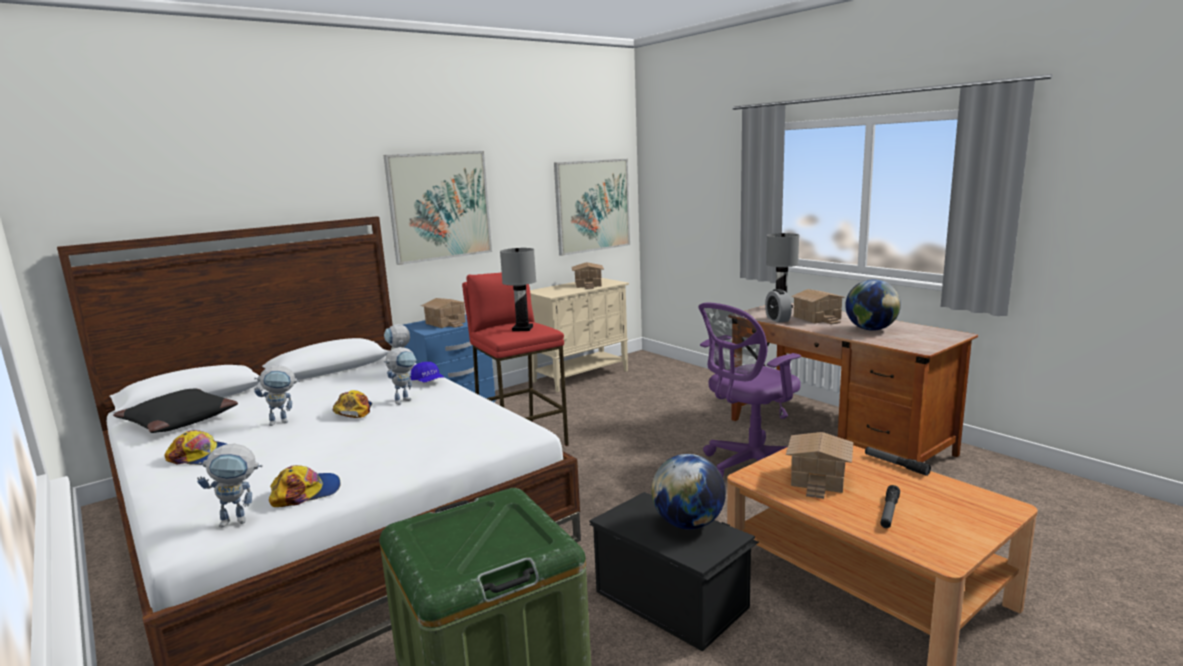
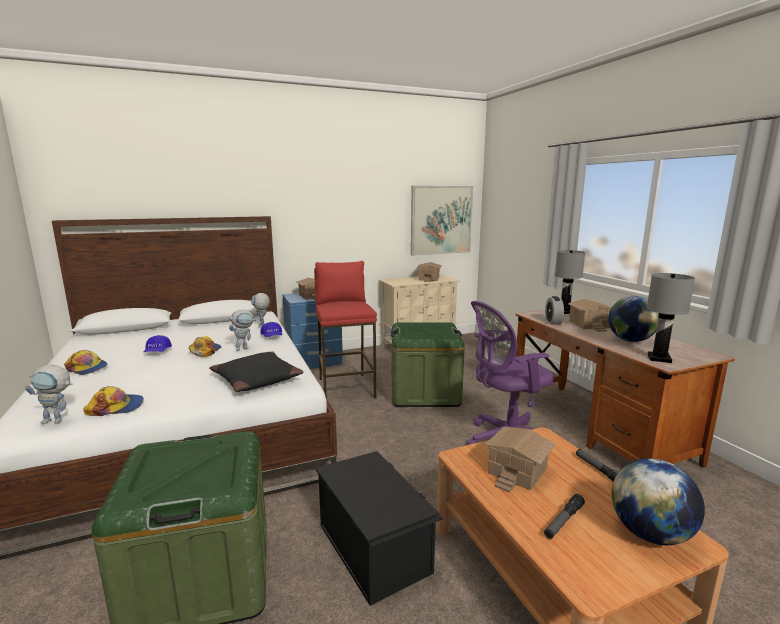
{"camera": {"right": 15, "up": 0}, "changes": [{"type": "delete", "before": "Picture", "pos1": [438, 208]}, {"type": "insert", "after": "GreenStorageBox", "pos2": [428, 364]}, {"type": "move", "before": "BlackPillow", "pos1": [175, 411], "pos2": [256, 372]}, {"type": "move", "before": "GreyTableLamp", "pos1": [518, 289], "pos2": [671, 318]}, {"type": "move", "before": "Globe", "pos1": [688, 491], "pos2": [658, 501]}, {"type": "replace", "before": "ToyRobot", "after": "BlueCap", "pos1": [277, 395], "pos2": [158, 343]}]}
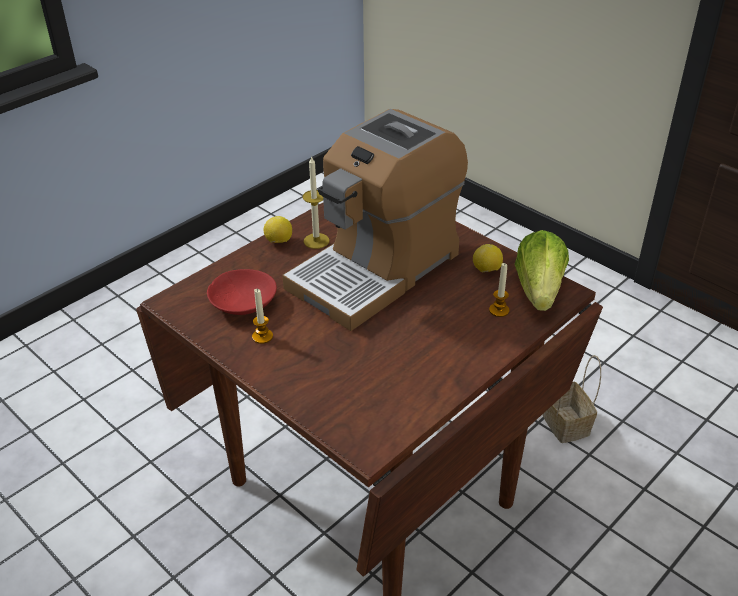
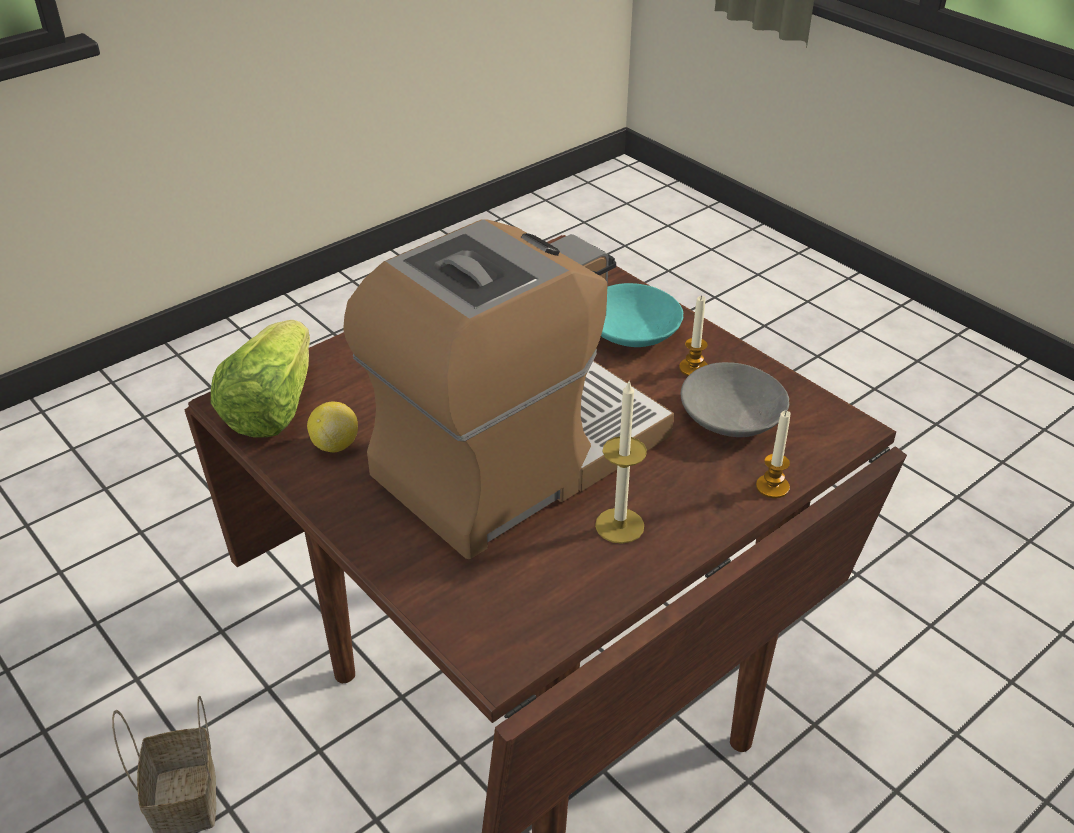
{"camera": {"right": -175, "up": 0}, "changes": [{"type": "delete", "before": "Lemon", "pos1": [278, 229]}, {"type": "insert", "after": "TurquoiseBowl", "pos2": [642, 315]}, {"type": "move", "before": "Candle", "pos1": [499, 290], "pos2": [773, 454]}, {"type": "recolor", "before": "RedBowl", "after": "GreyBowl", "pos1": [242, 292], "pos2": [735, 399]}]}
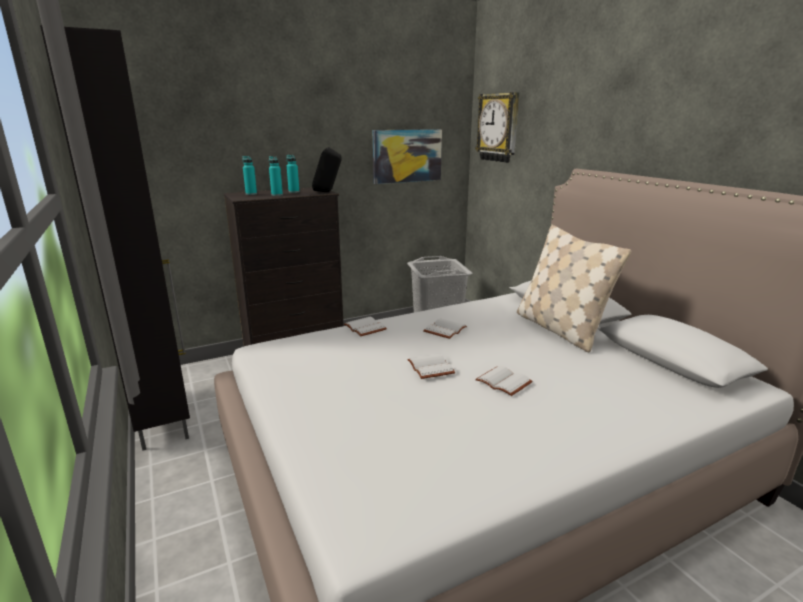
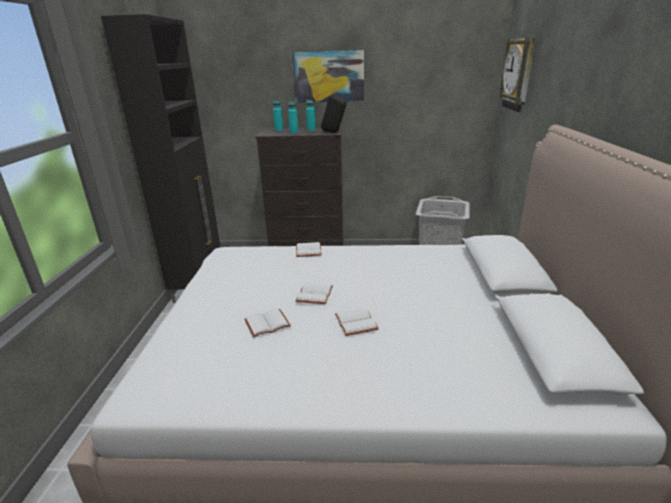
{"camera": {"right": 30, "up": 5}, "changes": [{"type": "delete", "before": "BeigePillow", "pos1": [574, 288]}, {"type": "move", "before": "Picture", "pos1": [407, 156], "pos2": [328, 76]}, {"type": "move", "before": "WhiteBook", "pos1": [445, 328], "pos2": [267, 322]}]}
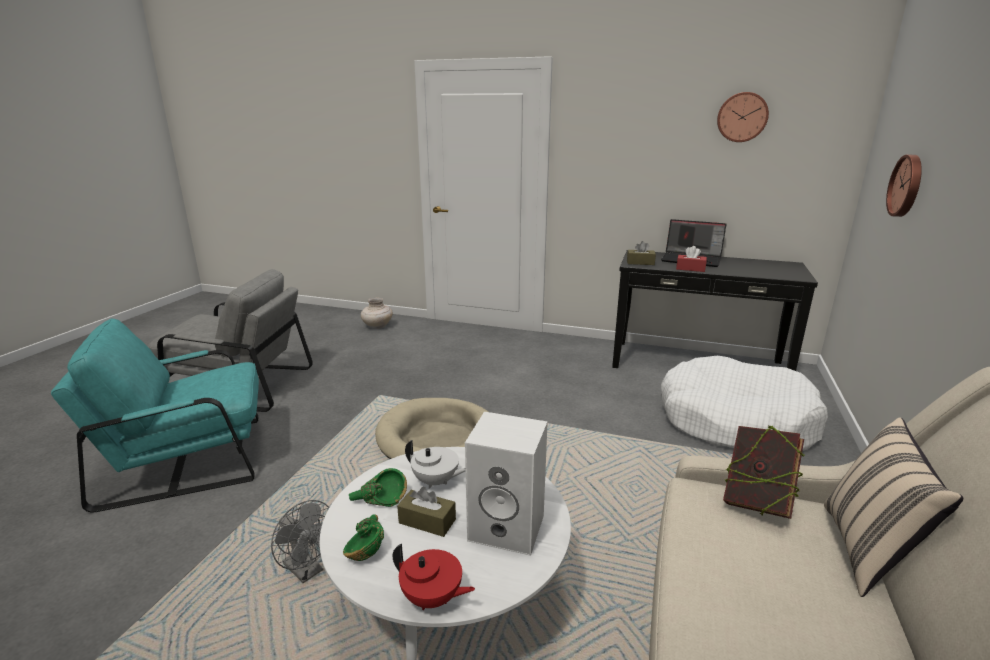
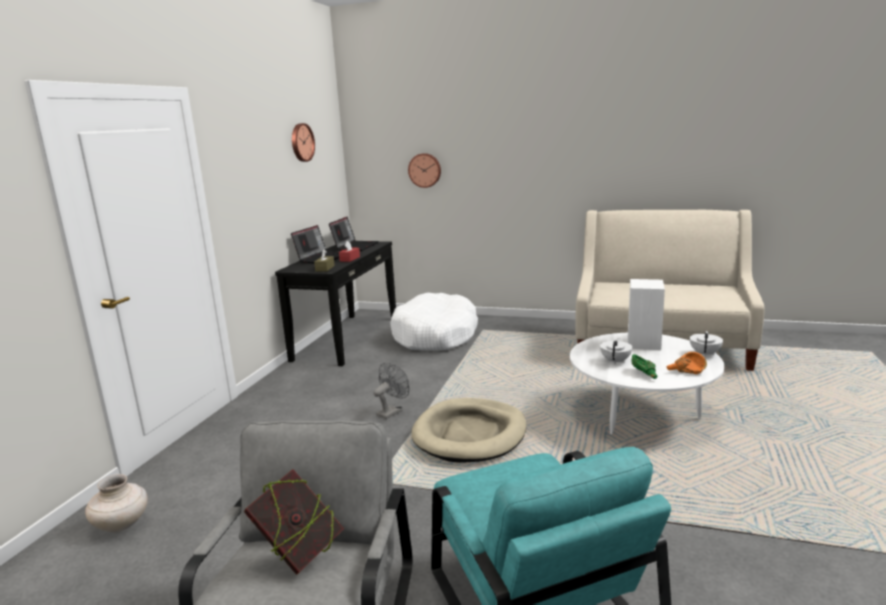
{"camera": {"right": -90, "up": -5}, "changes": [{"type": "delete", "before": "BrownTissueBox", "pos1": [426, 512]}, {"type": "delete", "before": "BeigePillow", "pos1": [893, 507]}, {"type": "insert", "after": "Laptop", "pos2": [354, 234]}, {"type": "move", "before": "GreyFan", "pos1": [300, 541], "pos2": [391, 391]}, {"type": "move", "before": "Book", "pos1": [764, 472], "pos2": [294, 522]}, {"type": "recolor", "before": "GreenBowl", "after": "OrangeBowl", "pos1": [363, 537], "pos2": [687, 363]}, {"type": "recolor", "before": "RedTeapot", "after": "WhiteTeapot", "pos1": [433, 577], "pos2": [706, 344]}]}
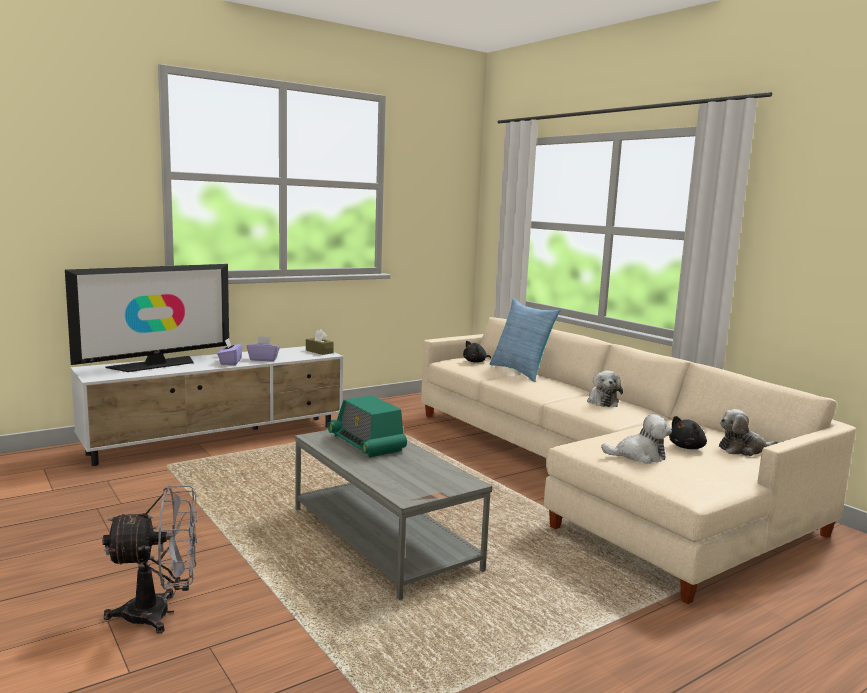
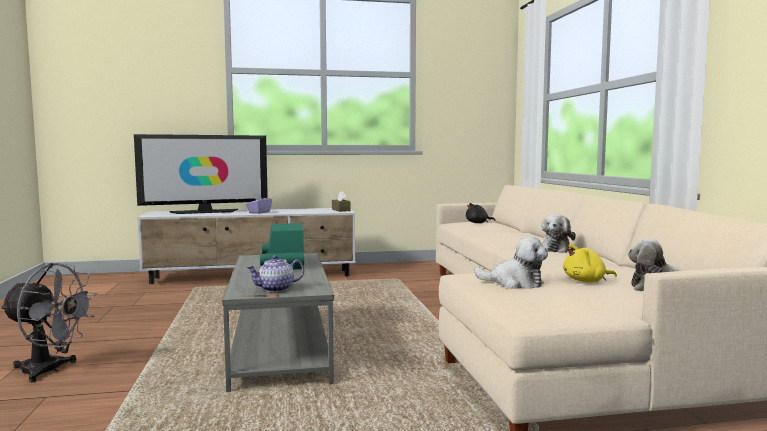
{"camera": {"right": 25, "up": -5}, "changes": [{"type": "delete", "before": "PurpleTissueBox", "pos1": [263, 348]}, {"type": "delete", "before": "Pillow", "pos1": [525, 340]}, {"type": "insert", "after": "Teapot", "pos2": [275, 273]}, {"type": "recolor", "before": "BlackPlushToy", "after": "YellowPlushToy", "pos1": [688, 432], "pos2": [590, 263]}]}
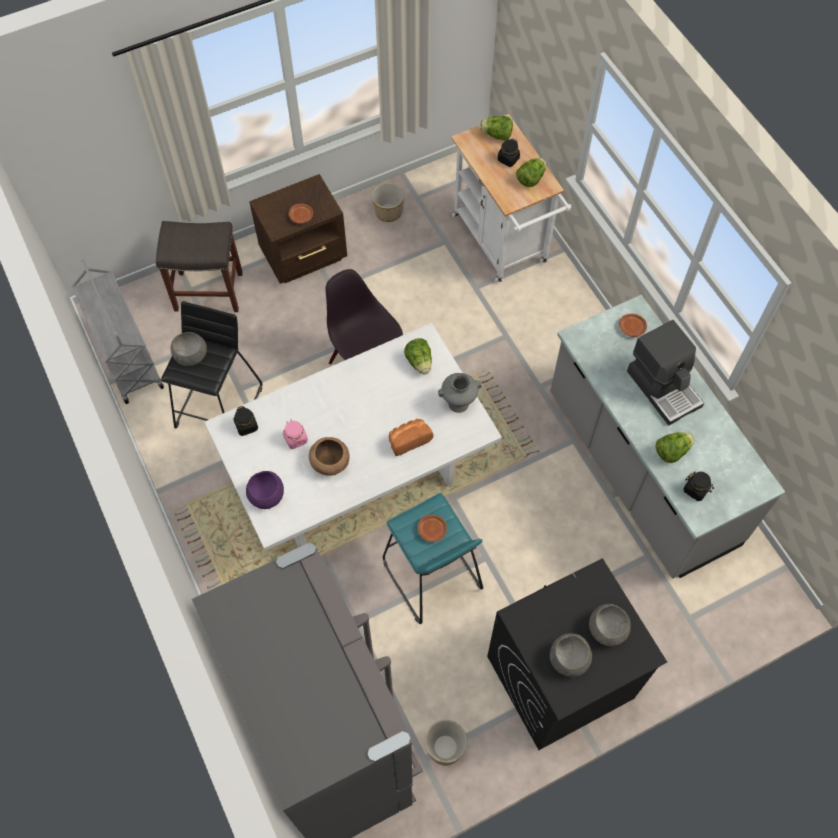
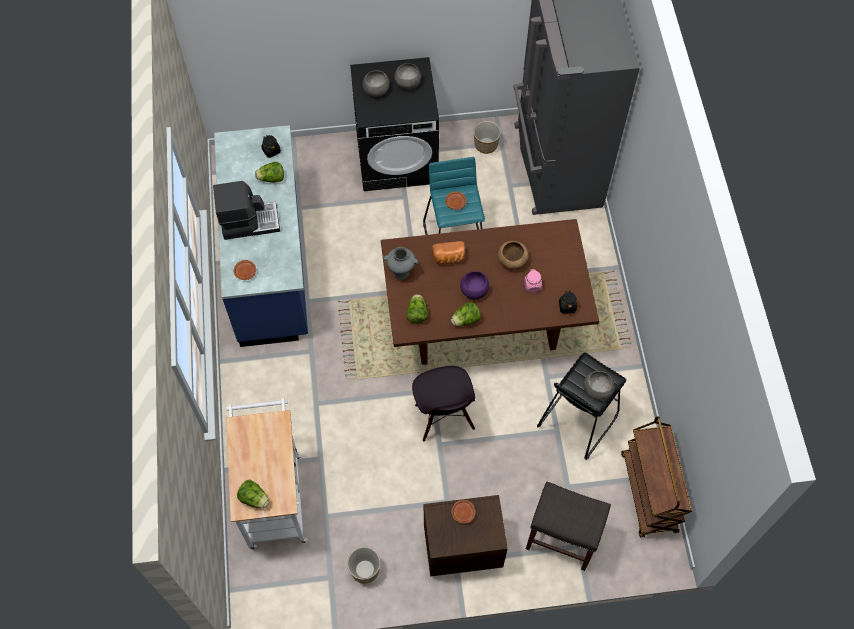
{"camera": {"right": -160, "up": 0}, "changes": [{"type": "delete", "before": "BlackJar", "pos1": [509, 153]}, {"type": "move", "before": "PurpleBowl", "pos1": [265, 490], "pos2": [474, 285]}, {"type": "move", "before": "Lettuce", "pos1": [531, 172], "pos2": [466, 314]}, {"type": "recolor", "before": "GreyCart", "after": "BrownCart", "pos1": [118, 332], "pos2": [656, 476]}, {"type": "recolor", "before": "WhiteDiningTable", "after": "BrownDiningTable", "pos1": [353, 437], "pos2": [490, 292]}, {"type": "recolor", "before": "GreyCounter", "after": "BlueCounter", "pos1": [667, 437], "pos2": [261, 236]}, {"type": "rotate", "before": "CoffeeMachine", "pos1": [665, 372], "pos2": [246, 210], "turn": 90}]}
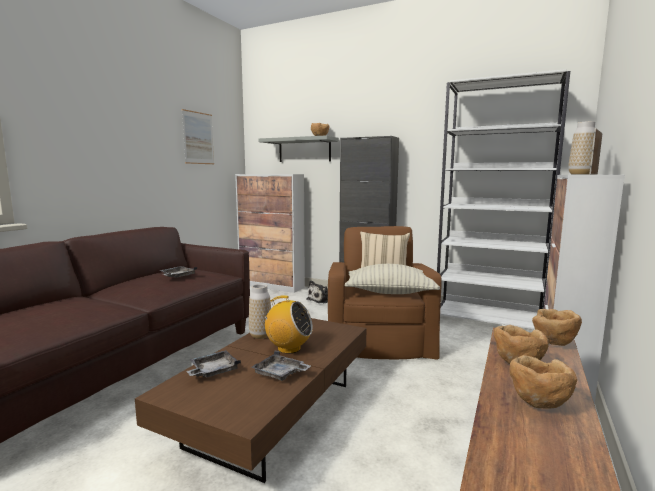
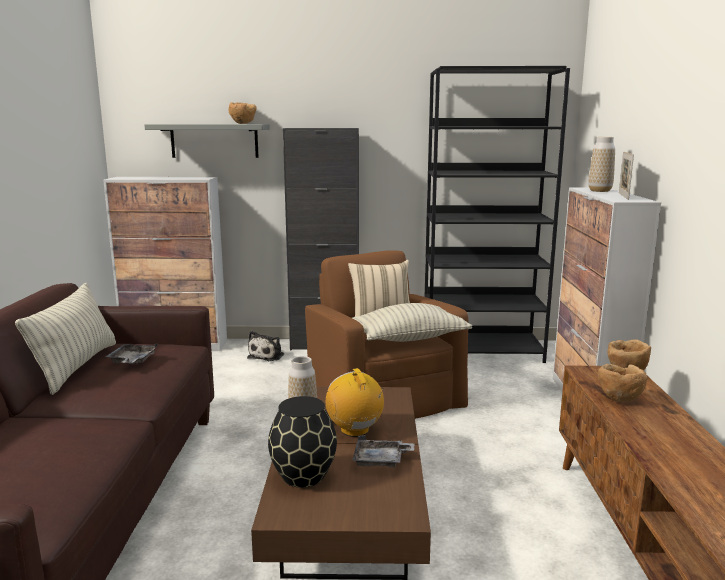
{"camera": {"right": -25, "up": 5}, "changes": [{"type": "delete", "before": "Picture", "pos1": [198, 136]}, {"type": "delete", "before": "BrownBowl", "pos1": [543, 382]}, {"type": "insert", "after": "Pillow", "pos2": [65, 339]}, {"type": "replace", "before": "GreyTray", "after": "BlackVase", "pos1": [213, 364], "pos2": [302, 442]}, {"type": "recolor", "before": "WhiteBookcase", "after": "BlackBookcase", "pos1": [503, 199], "pos2": [497, 214]}, {"type": "rotate", "before": "Radio", "pos1": [287, 324], "pos2": [355, 402], "turn": -105}]}
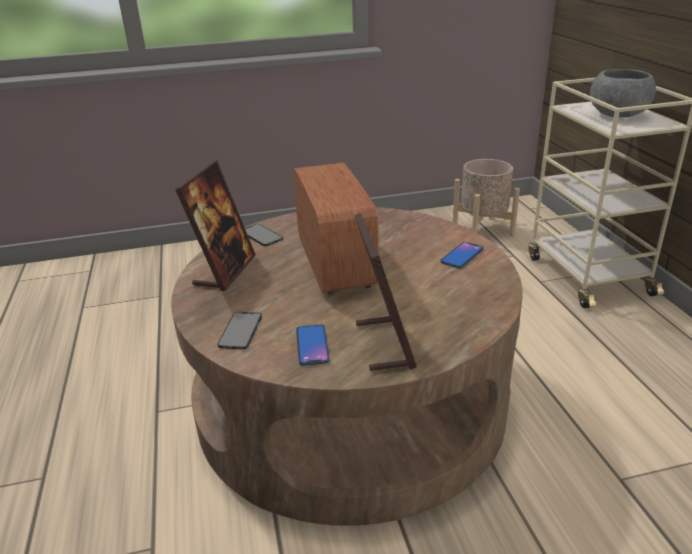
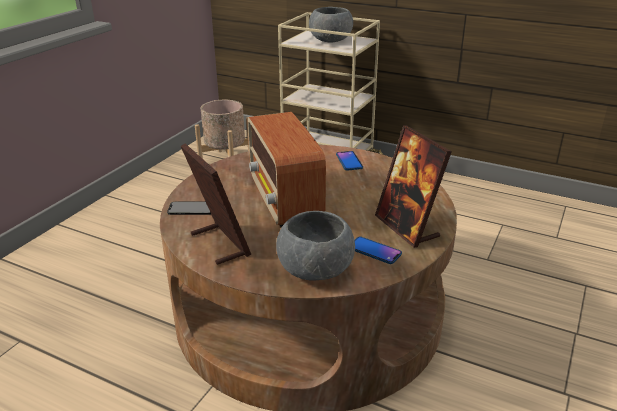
{"camera": {"right": -50, "up": 0}, "changes": [{"type": "replace", "before": "Phone", "after": "GreyBowl", "pos1": [240, 331], "pos2": [315, 246]}, {"type": "rotate", "before": "Radio", "pos1": [335, 228], "pos2": [287, 169], "turn": -135}, {"type": "rotate", "before": "PictureFrame", "pos1": [385, 292], "pos2": [413, 186], "turn": -150}]}
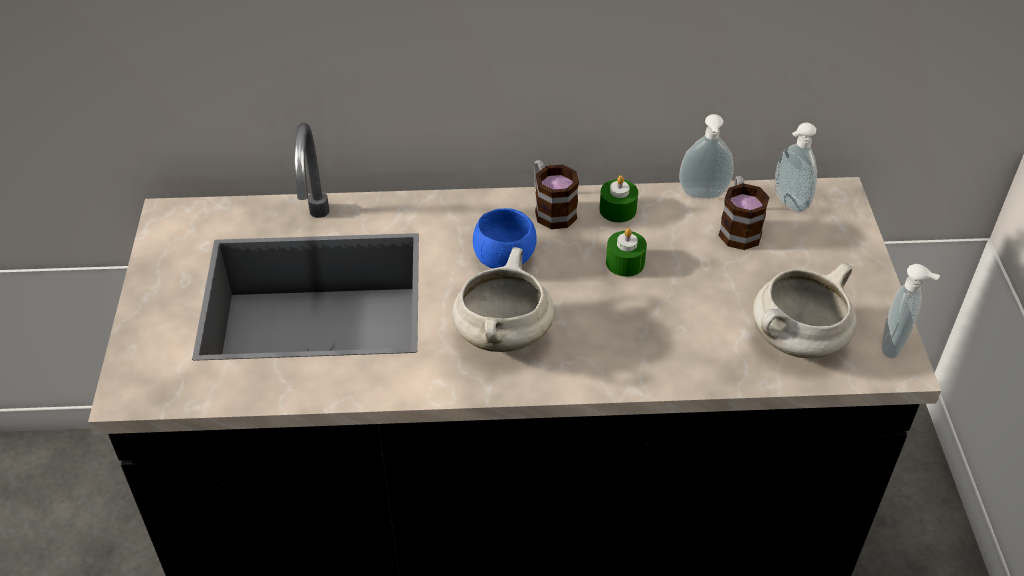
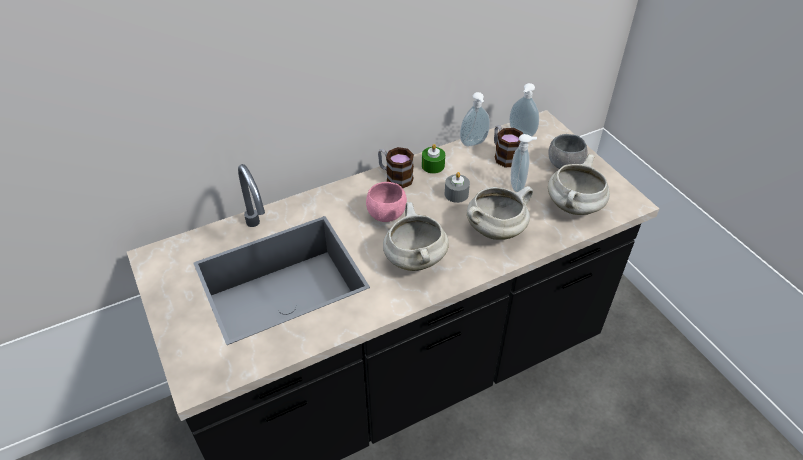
{"camera": {"right": -25, "up": 0}, "changes": [{"type": "insert", "after": "WhiteCookingPot", "pos2": [500, 213]}, {"type": "insert", "after": "GreyBowl", "pos2": [567, 151]}, {"type": "move", "before": "SoapDispenser", "pos1": [911, 311], "pos2": [524, 163]}, {"type": "recolor", "before": "BlueBowl", "after": "PinkBowl", "pos1": [505, 238], "pos2": [386, 202]}, {"type": "recolor", "before": "GreenCandle", "after": "GreyCandle", "pos1": [626, 252], "pos2": [457, 187]}]}
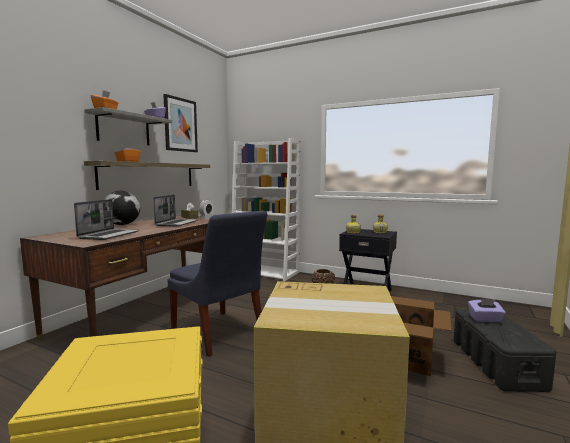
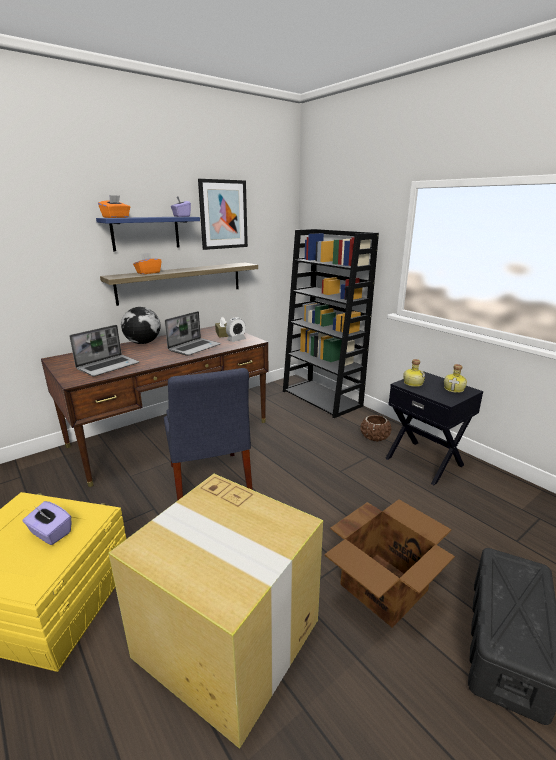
{"camera": {"right": 25, "up": 15}, "changes": [{"type": "move", "before": "PurpleTissueBox", "pos1": [487, 310], "pos2": [46, 523]}, {"type": "recolor", "before": "GreyShelf", "after": "BlueShelf", "pos1": [128, 126], "pos2": [148, 234]}, {"type": "recolor", "before": "WhiteBookcase", "after": "BlackBookcase", "pos1": [266, 209], "pos2": [331, 323]}]}
